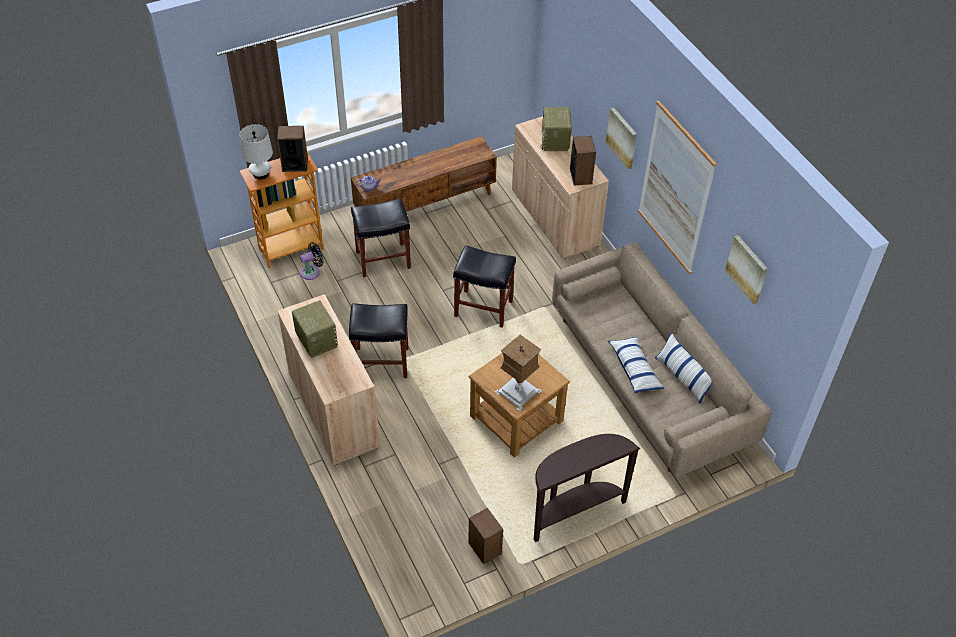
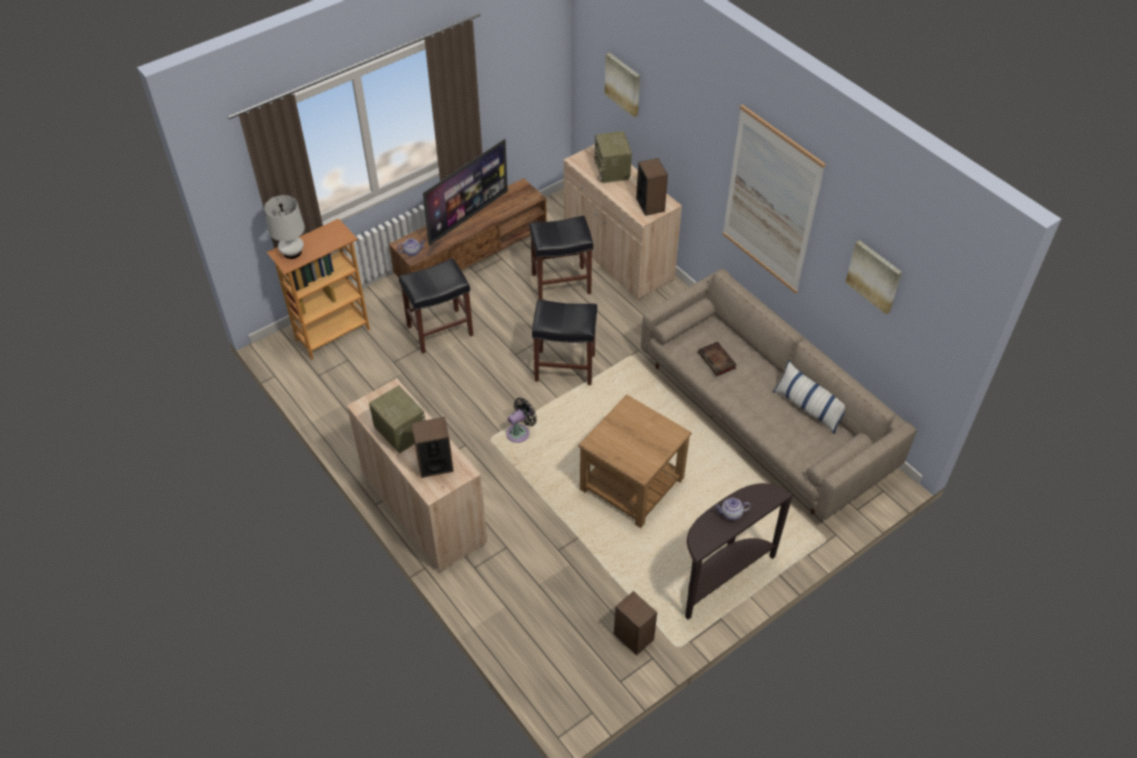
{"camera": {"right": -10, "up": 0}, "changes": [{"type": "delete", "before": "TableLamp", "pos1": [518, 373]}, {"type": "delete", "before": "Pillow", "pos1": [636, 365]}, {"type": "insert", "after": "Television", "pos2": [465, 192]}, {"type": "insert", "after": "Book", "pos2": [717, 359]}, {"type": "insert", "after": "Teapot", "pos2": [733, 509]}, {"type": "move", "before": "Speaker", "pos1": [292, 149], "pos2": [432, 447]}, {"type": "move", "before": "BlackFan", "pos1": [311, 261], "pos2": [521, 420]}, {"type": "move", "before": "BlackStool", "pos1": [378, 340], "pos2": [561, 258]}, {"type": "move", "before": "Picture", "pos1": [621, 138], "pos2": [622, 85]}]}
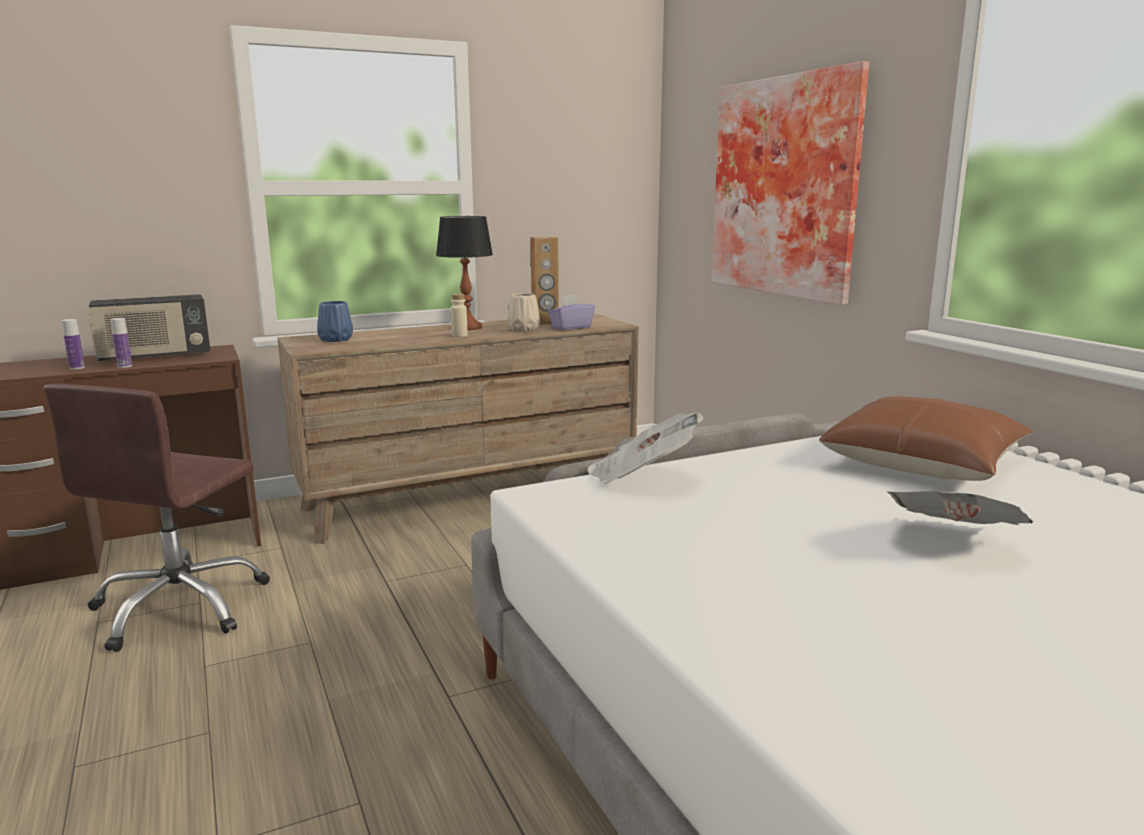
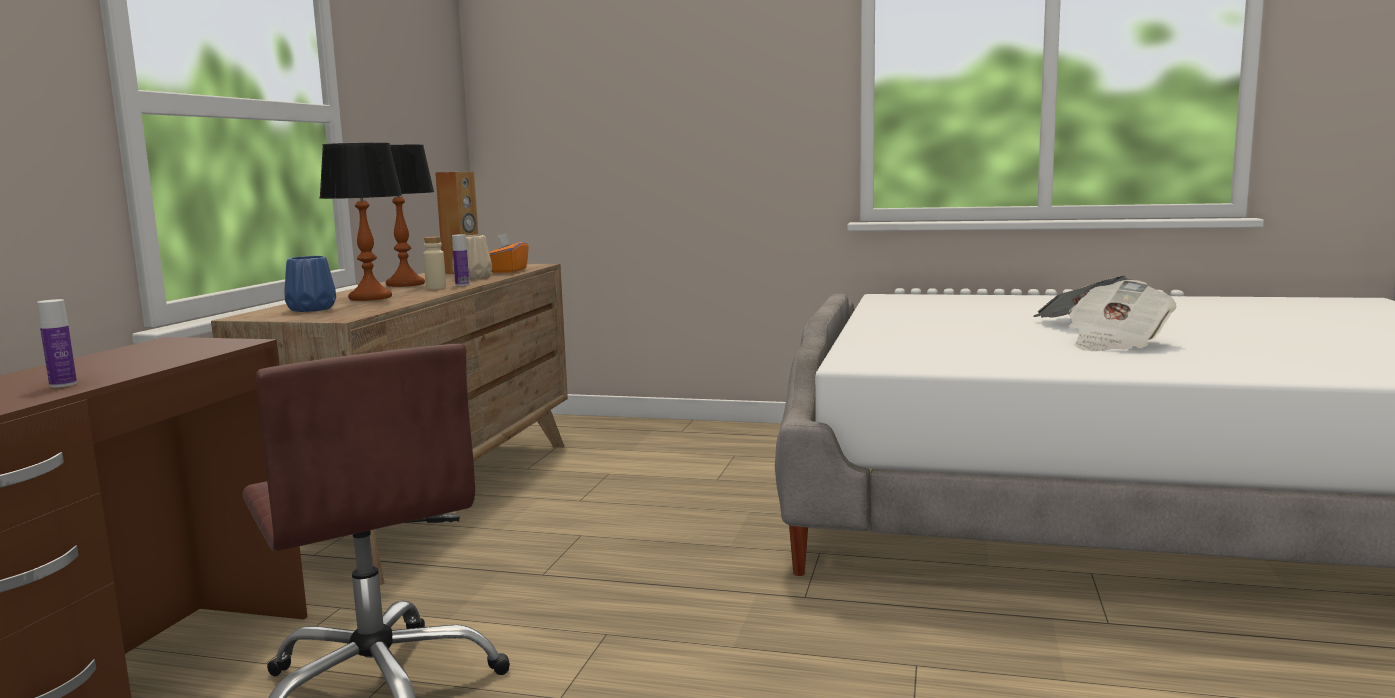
{"camera": {"right": -50, "up": -5}, "changes": [{"type": "delete", "before": "Radio", "pos1": [149, 328]}, {"type": "delete", "before": "Picture", "pos1": [790, 183]}, {"type": "delete", "before": "BrownPillow", "pos1": [926, 438]}, {"type": "insert", "after": "TableLamp", "pos2": [360, 222]}, {"type": "move", "before": "Bottle", "pos1": [121, 343], "pos2": [460, 260]}, {"type": "move", "before": "Newspaper", "pos1": [645, 448], "pos2": [1122, 315]}, {"type": "recolor", "before": "PurpleTissueBox", "after": "OrangeTissueBox", "pos1": [571, 312], "pos2": [509, 253]}]}
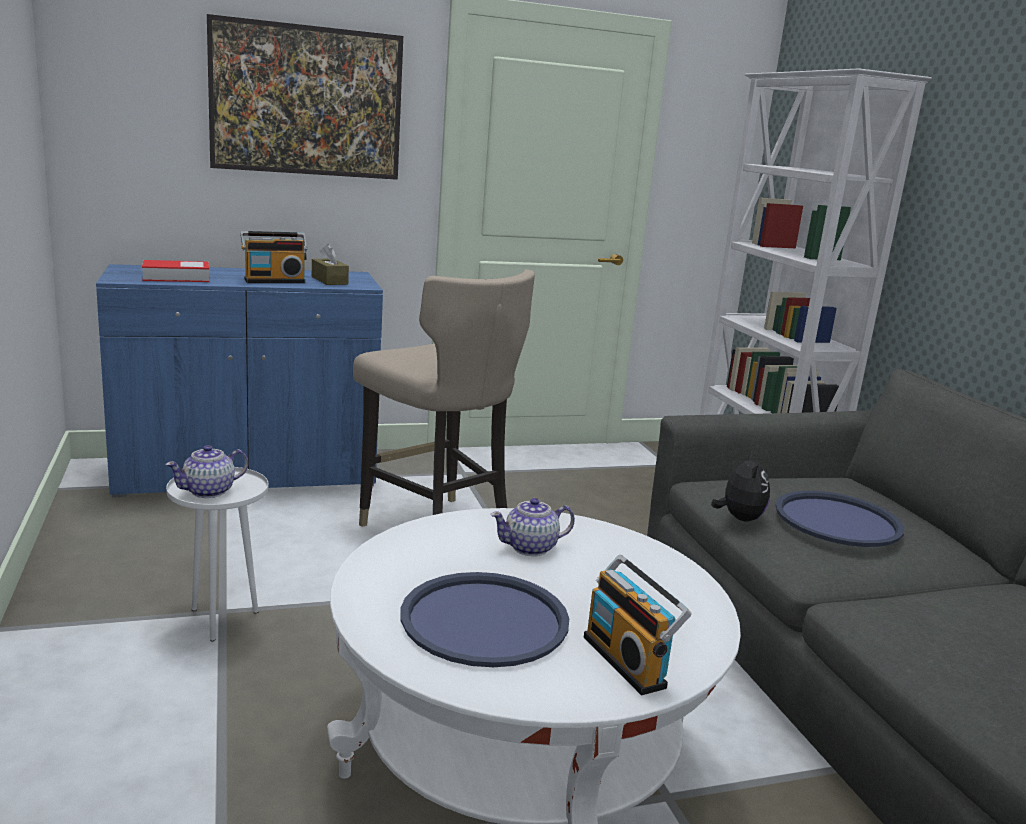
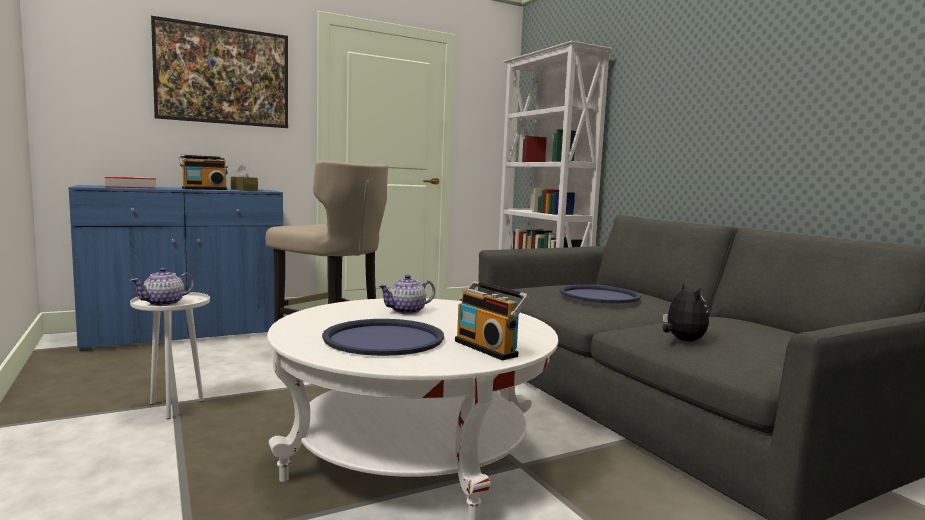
{"camera": {"right": -10, "up": -10}, "changes": [{"type": "move", "before": "PlushToy", "pos1": [740, 486], "pos2": [686, 312]}]}
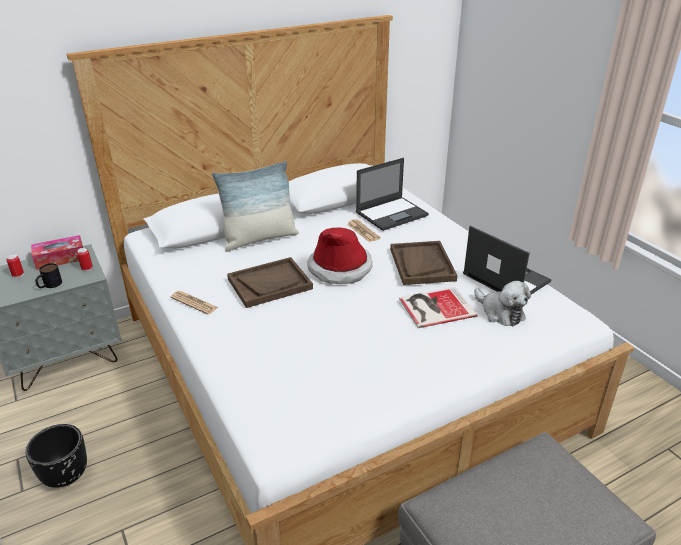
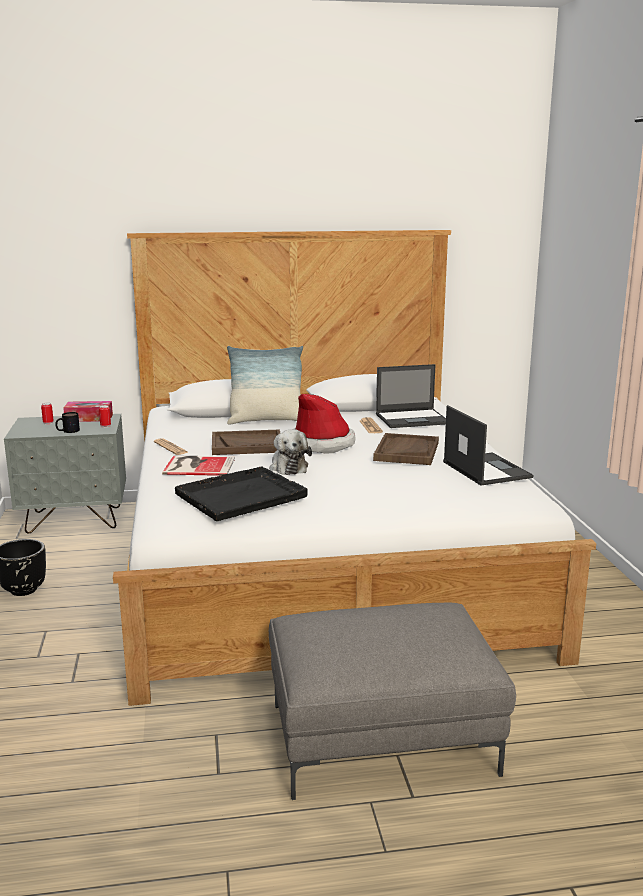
{"camera": {"right": 20, "up": -15}, "changes": [{"type": "insert", "after": "BlackTray", "pos2": [241, 493]}, {"type": "move", "before": "Book", "pos1": [438, 307], "pos2": [198, 465]}, {"type": "move", "before": "PlushToy", "pos1": [502, 303], "pos2": [290, 452]}]}
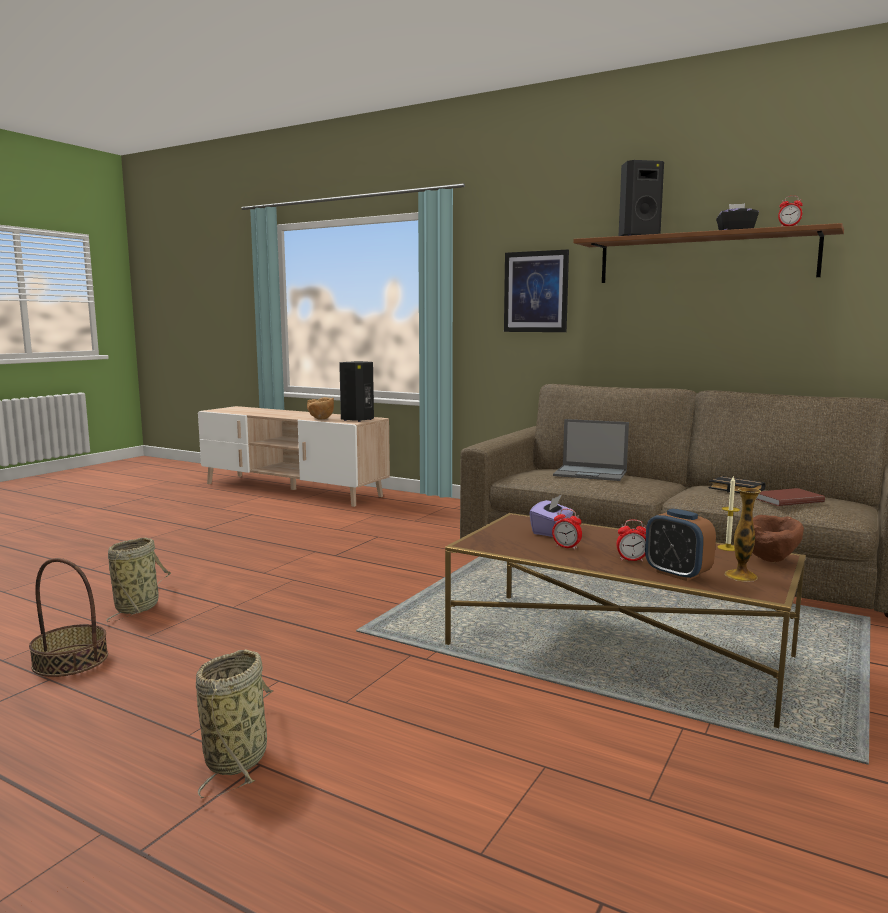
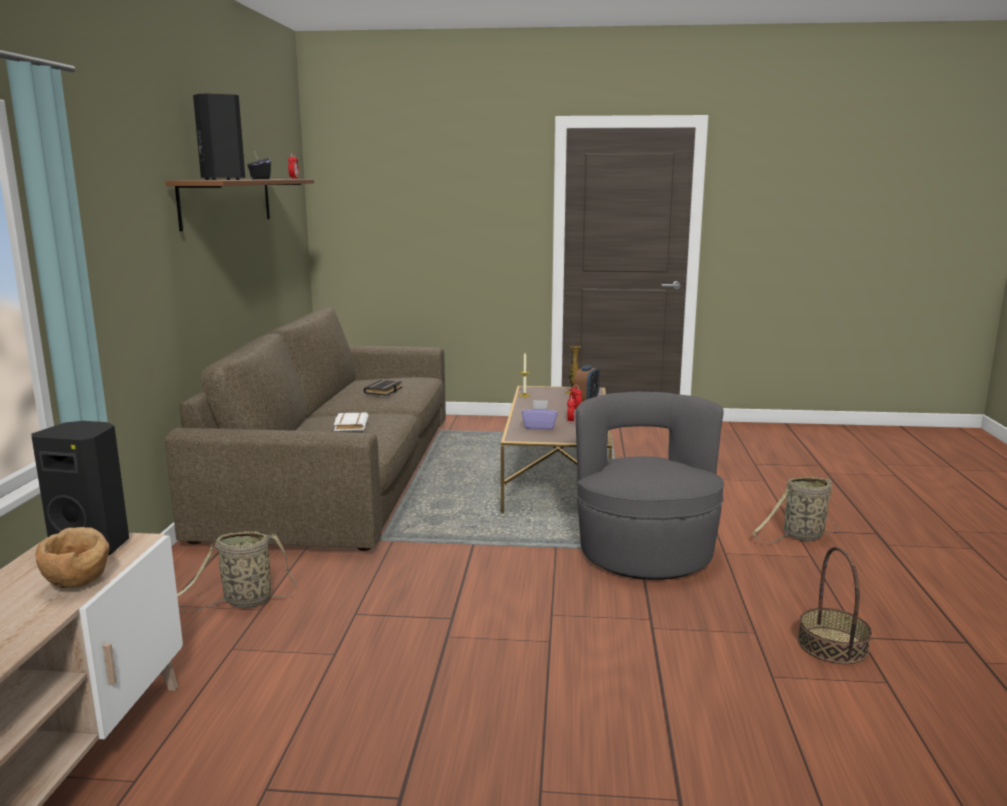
{"camera": {"right": -115, "up": 5}, "changes": [{"type": "delete", "before": "Picture", "pos1": [536, 290]}, {"type": "delete", "before": "BrownBowl", "pos1": [778, 538]}, {"type": "delete", "before": "BrownBook", "pos1": [790, 497]}, {"type": "insert", "after": "GreyArmchair", "pos2": [649, 486]}, {"type": "move", "before": "Basket", "pos1": [138, 580], "pos2": [237, 571]}, {"type": "replace", "before": "Laptop", "after": "WhiteBook", "pos1": [591, 450], "pos2": [351, 421]}]}
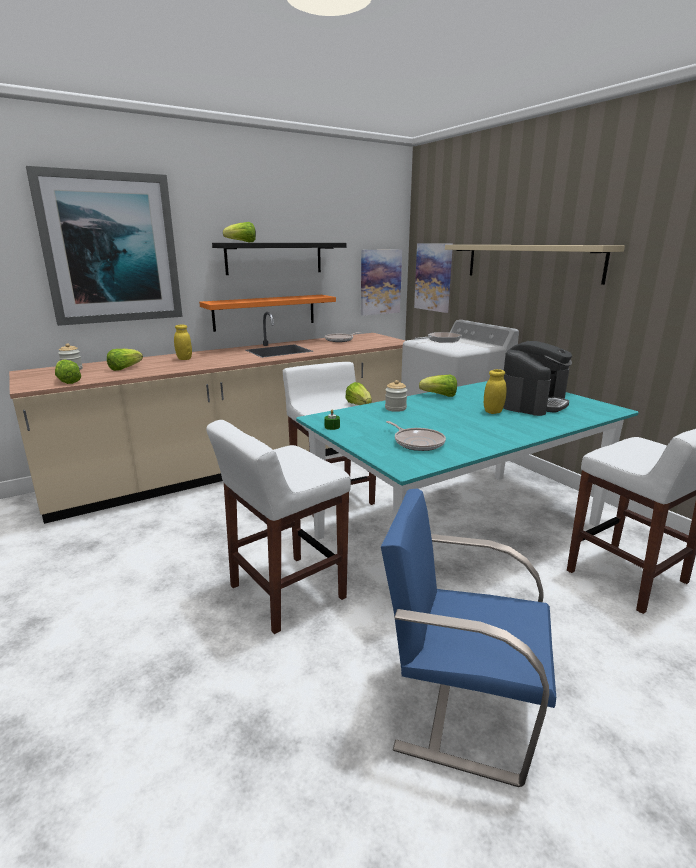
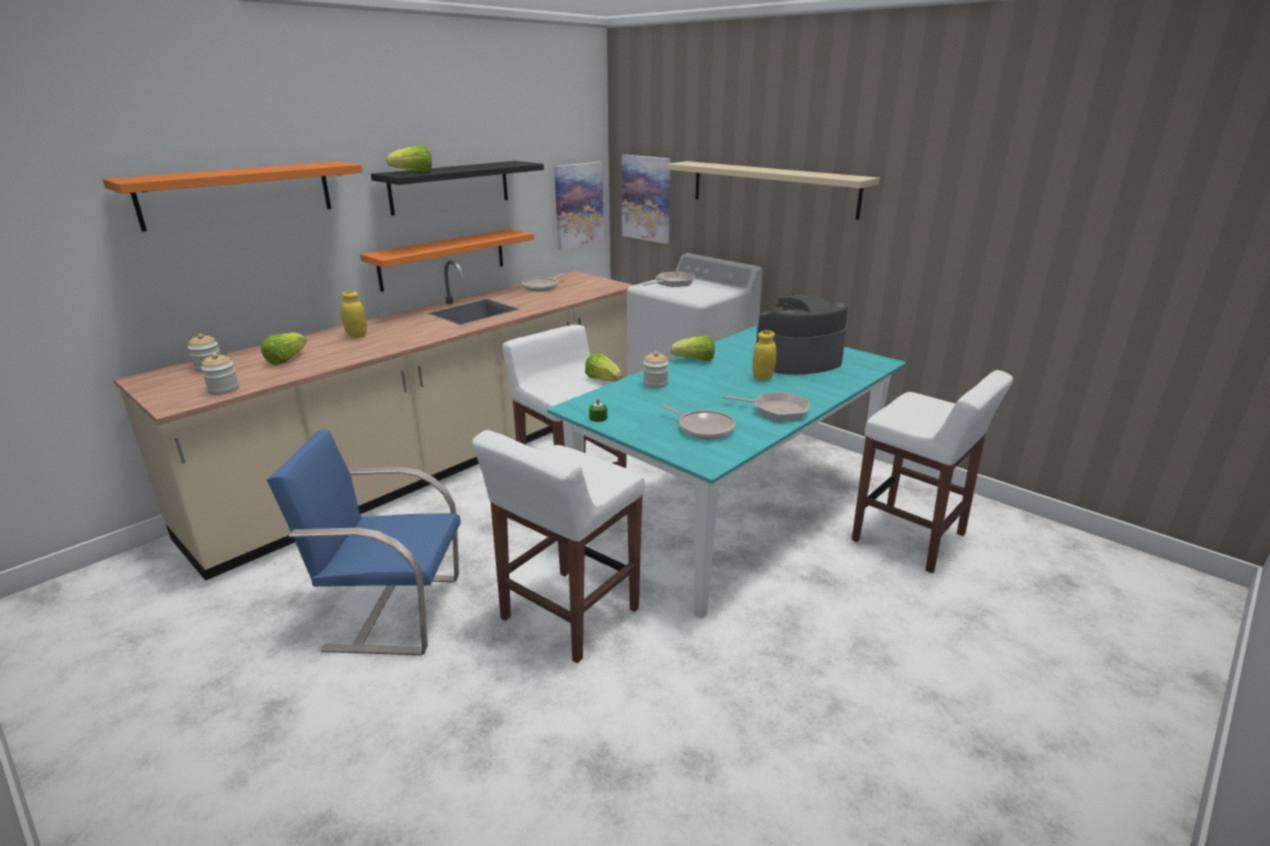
{"camera": {"right": -15, "up": 5}, "changes": [{"type": "insert", "after": "FryingPan", "pos2": [766, 406]}, {"type": "move", "before": "BlueChair", "pos1": [468, 637], "pos2": [364, 542]}, {"type": "replace", "before": "Picture", "after": "OrangeShelf", "pos1": [104, 246], "pos2": [232, 196]}, {"type": "replace", "before": "Lettuce", "after": "Jar", "pos1": [68, 371], "pos2": [220, 374]}, {"type": "rotate", "before": "CoffeeMachine", "pos1": [537, 378], "pos2": [802, 334], "turn": -135}]}
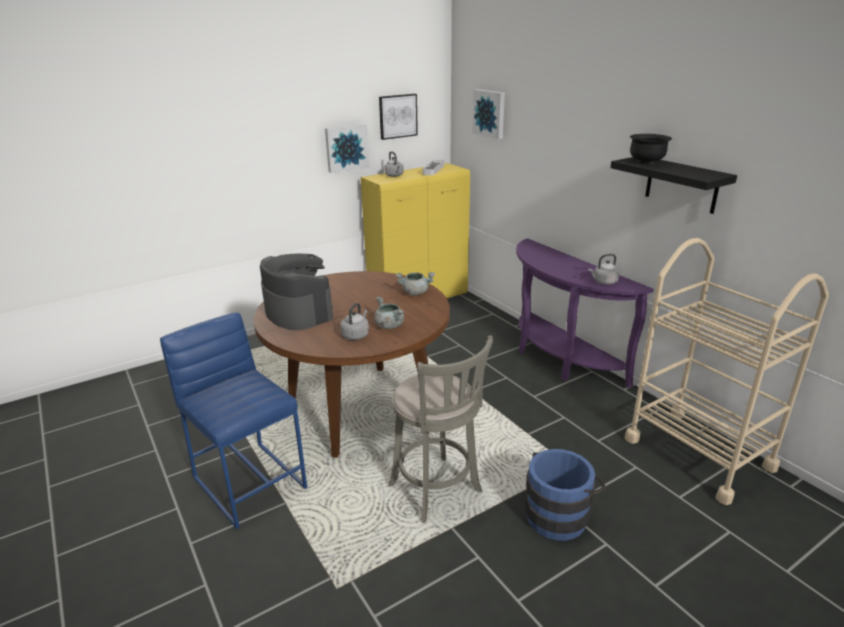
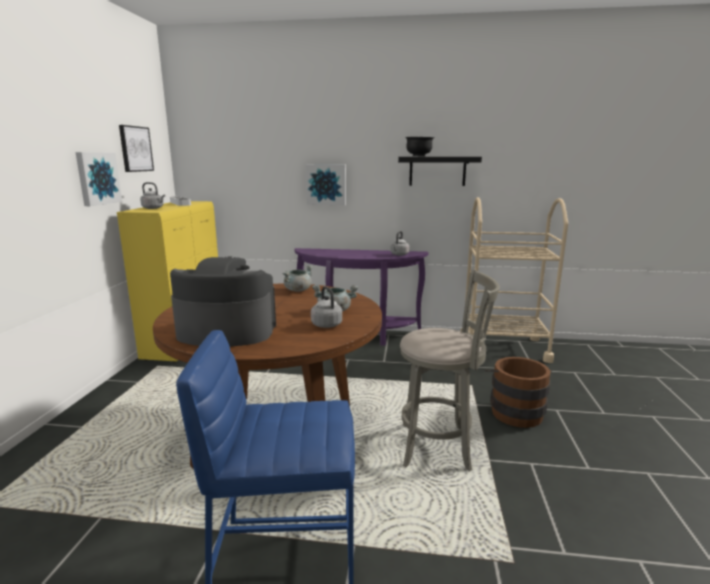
{"camera": {"right": -50, "up": -10}, "changes": [{"type": "move", "before": "Picture", "pos1": [488, 114], "pos2": [325, 184]}, {"type": "recolor", "before": "BlueBucket", "after": "BrownBucket", "pos1": [565, 495], "pos2": [518, 392]}]}
